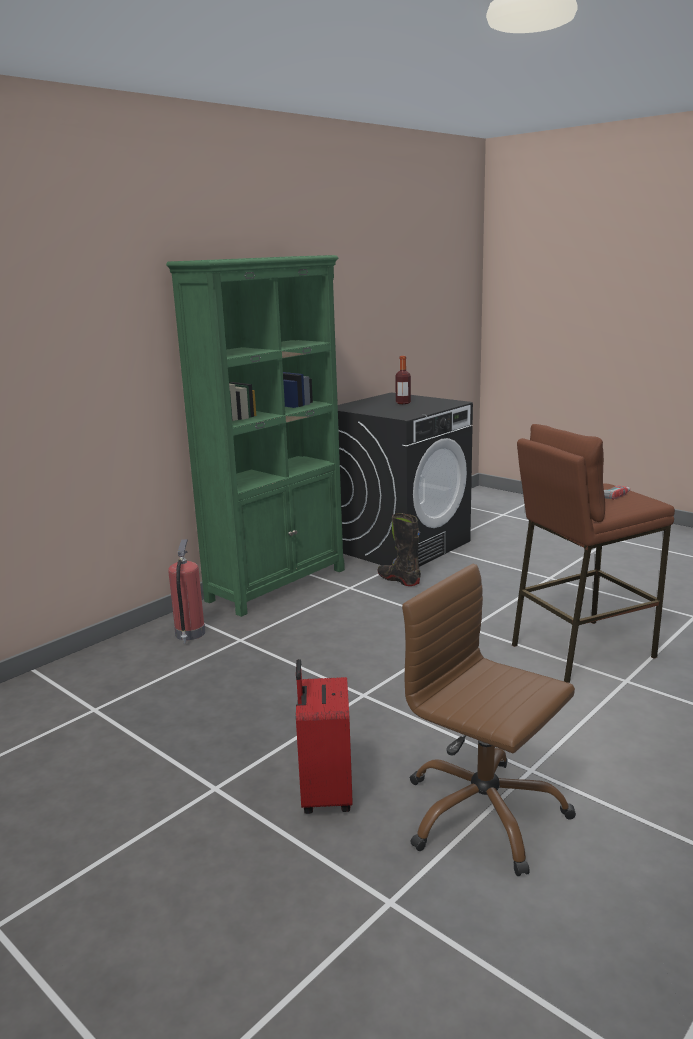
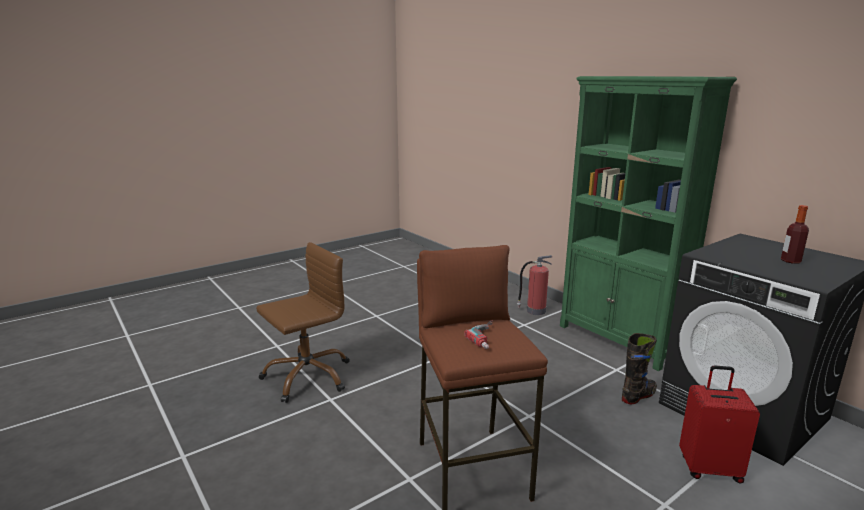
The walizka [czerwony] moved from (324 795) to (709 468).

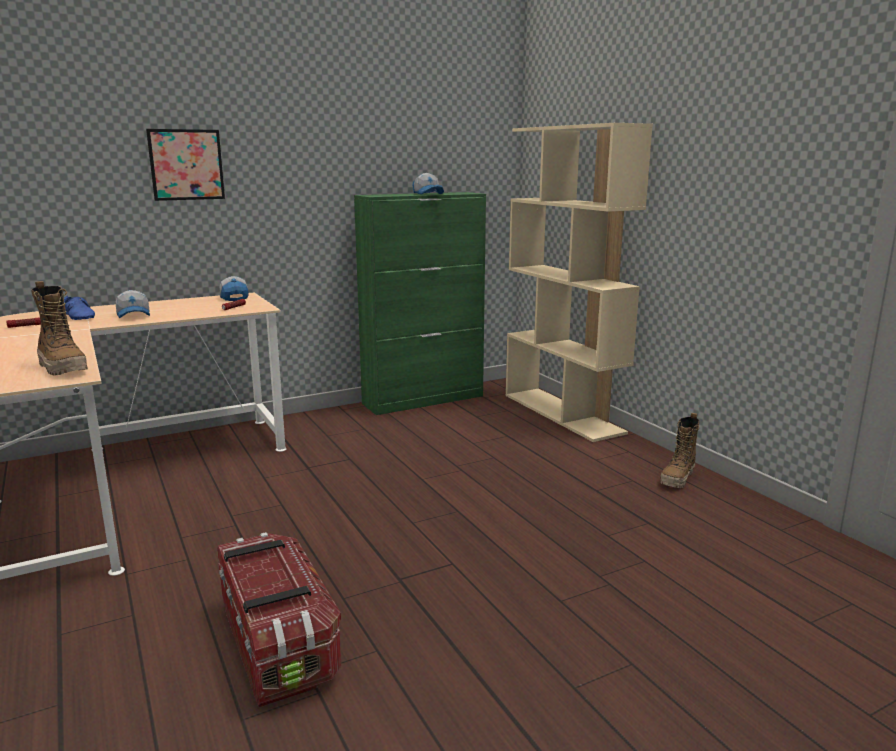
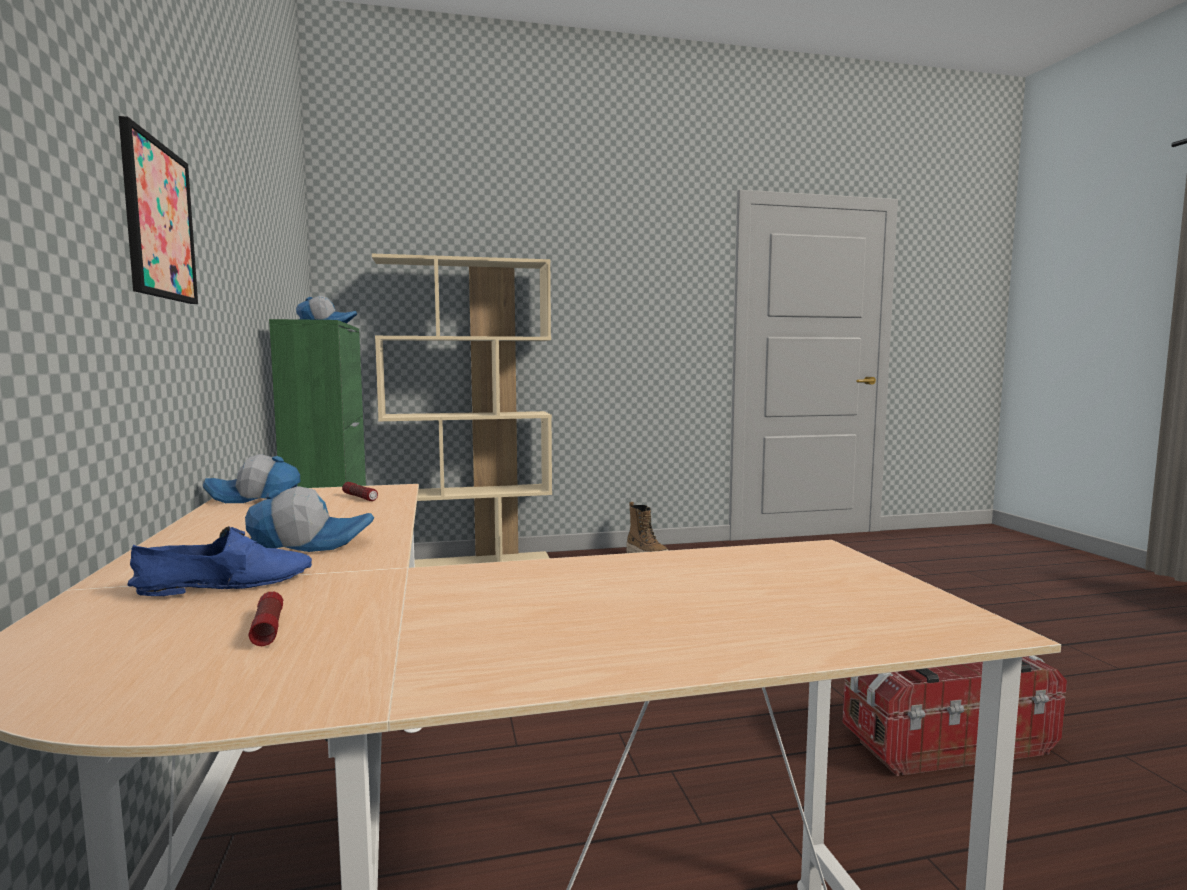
The but z cholewką at (63 368) disappeared.

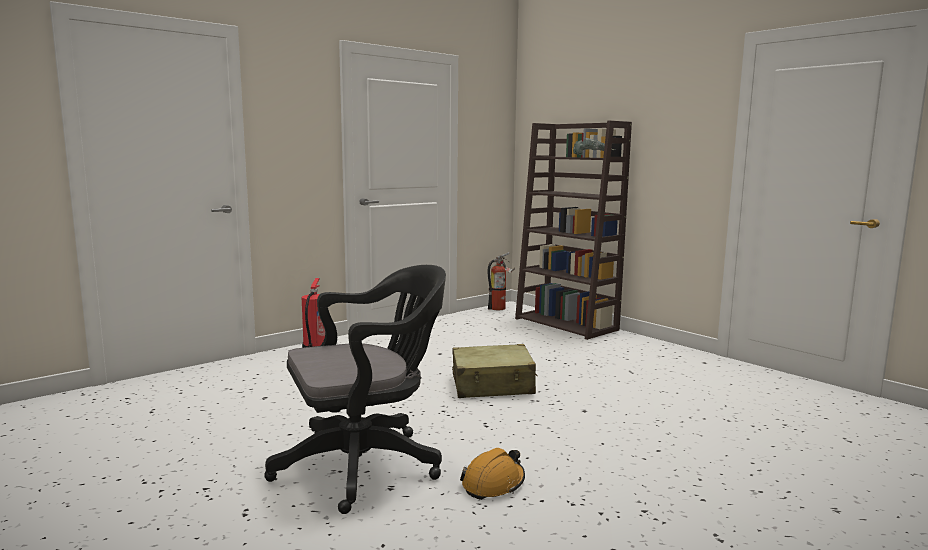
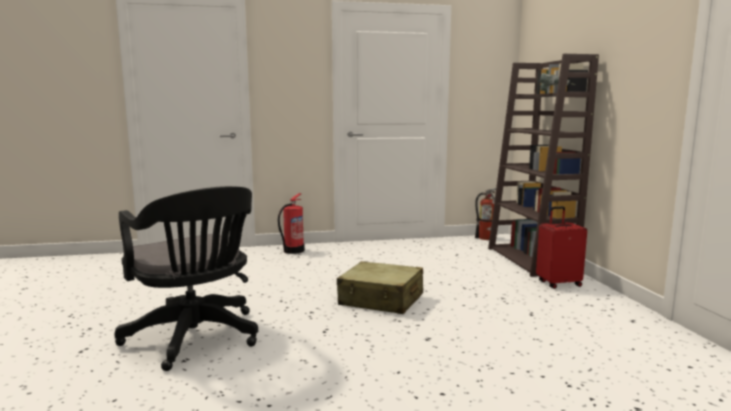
The krzesło biurowe [czarny] at (366 465) turned 45 degrees clockwise.
The kask [pomarańczowy] at (493 484) disappeared.
The walizka [czerwony] at (558 283) appeared.

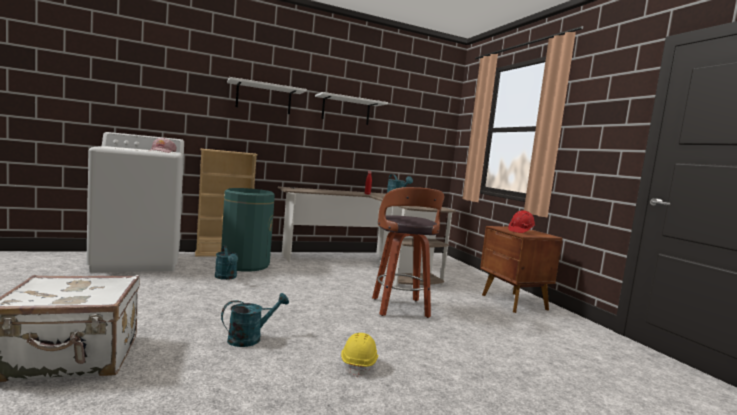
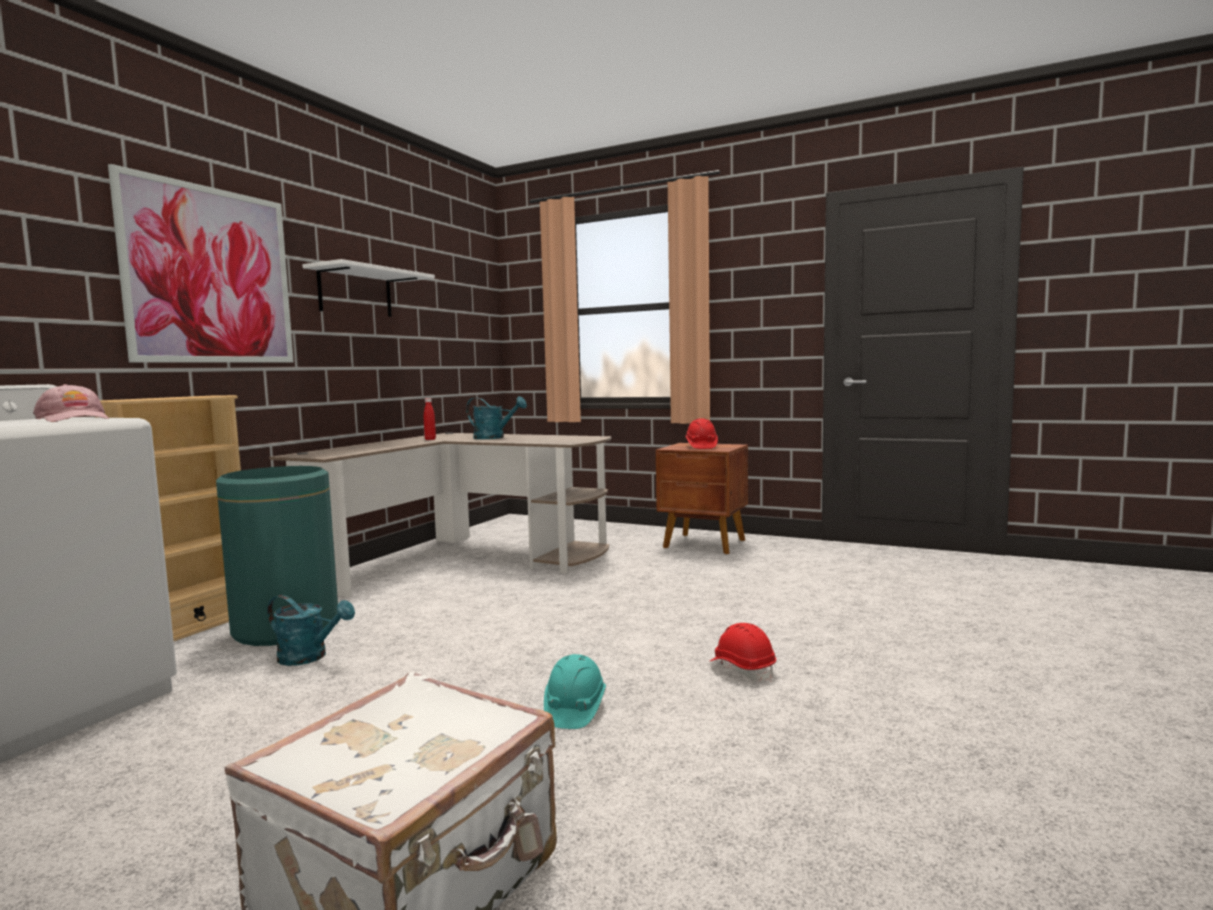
The półka [biały] at (264 98) was replaced by the obraz at (210 275).
The stołek at (400 308) disappeared.
The konewka [turkusowy] at (250 338) was replaced by the kask [turkusowy] at (574 709).
The kask [żółty] at (359 364) became the kask [czerwony] at (742 669).

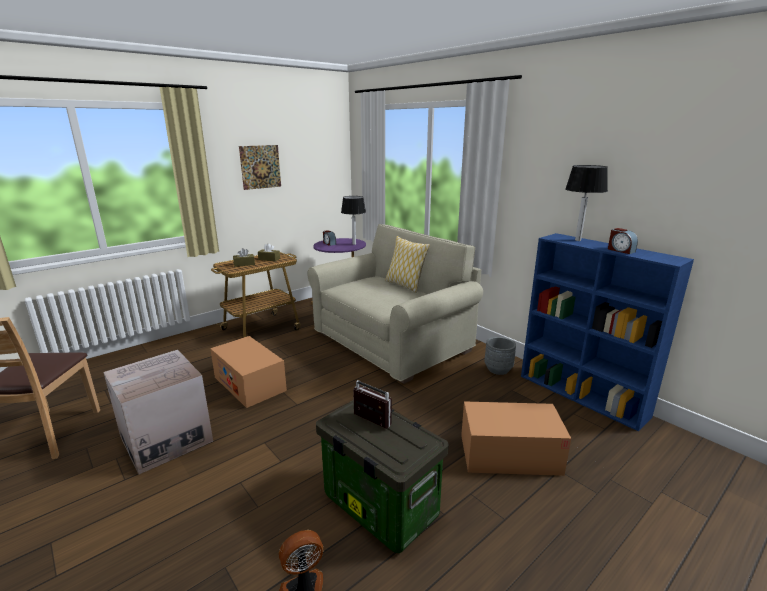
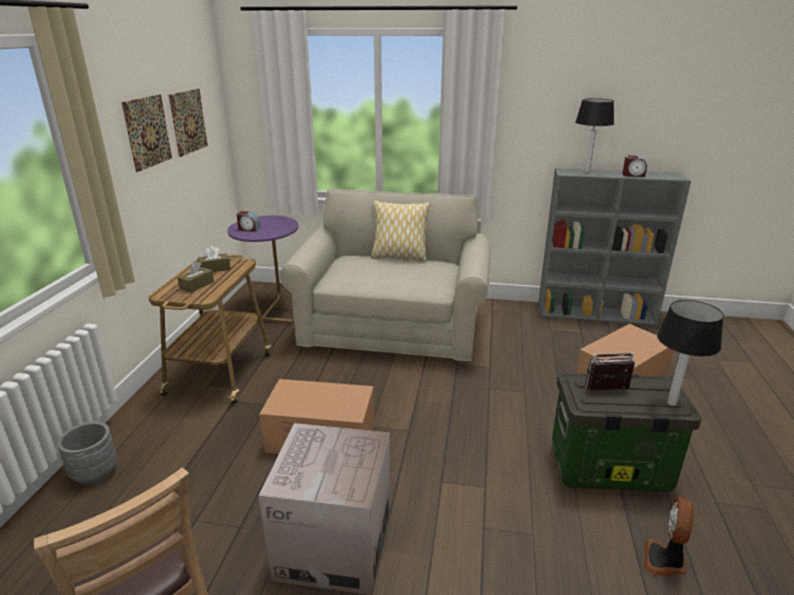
The lampa stołowa moved from (354 244) to (672 403).
The regał [niebieski] at (583 395) became the regał [szary] at (596 313).
The donica [szary] moved from (498 369) to (95 473).
The obraz at (188 122) appeared.

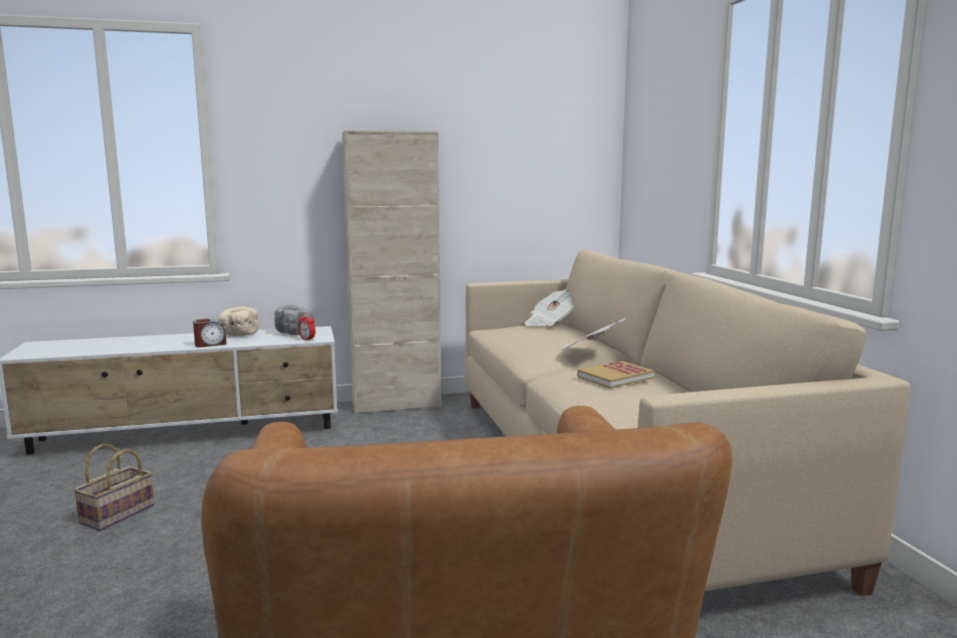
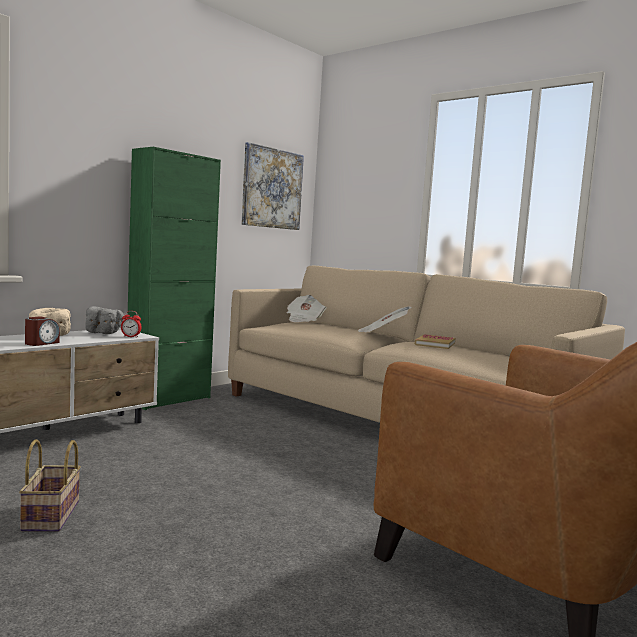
The szafka [beżowy] at (396 404) became the szafka [zielony] at (169 400).
The obraz at (272 188) appeared.

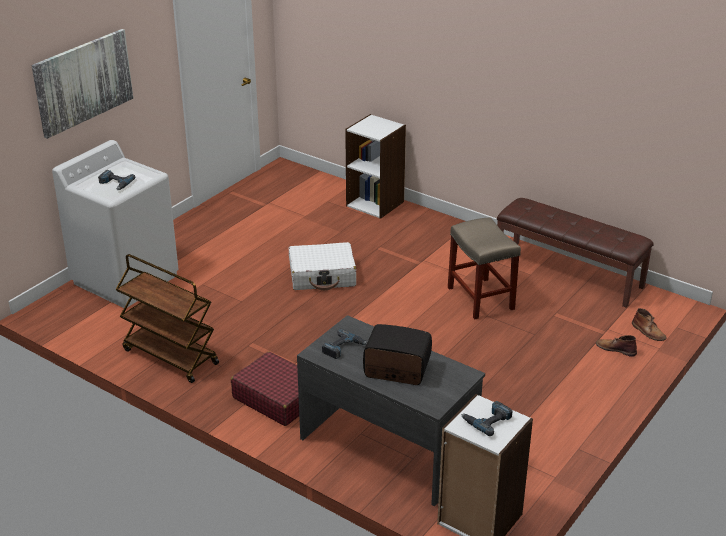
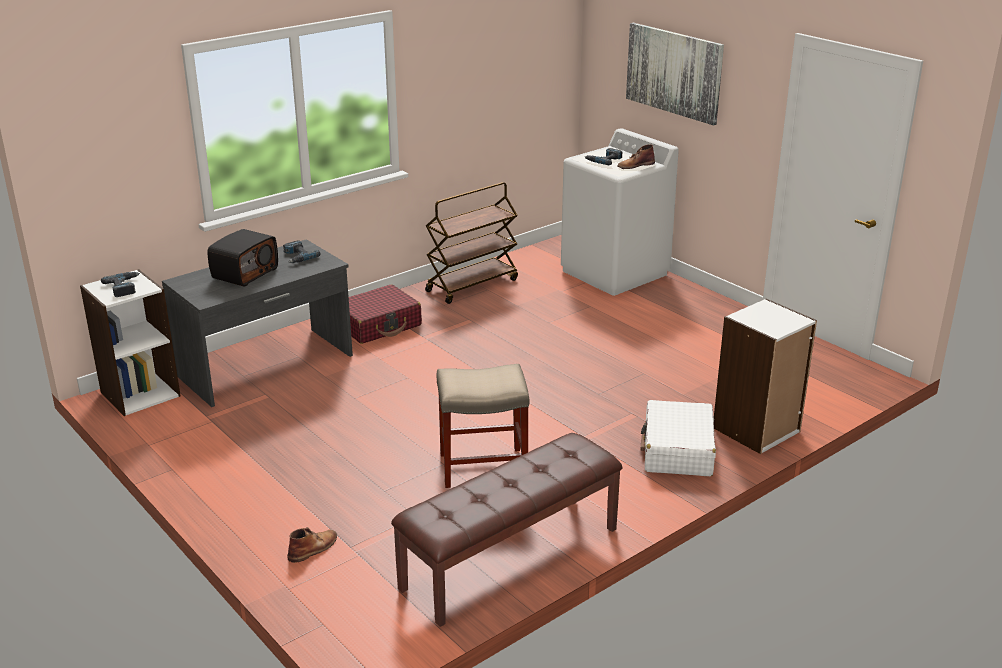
The walizka [biały] moved from (322 276) to (677 450).
The but z cholewką [brązowy] moved from (648 332) to (635 165).

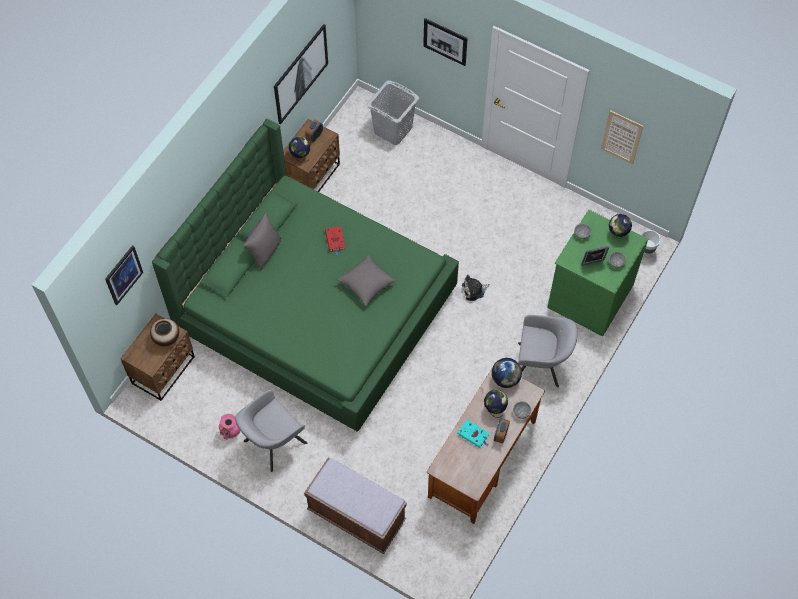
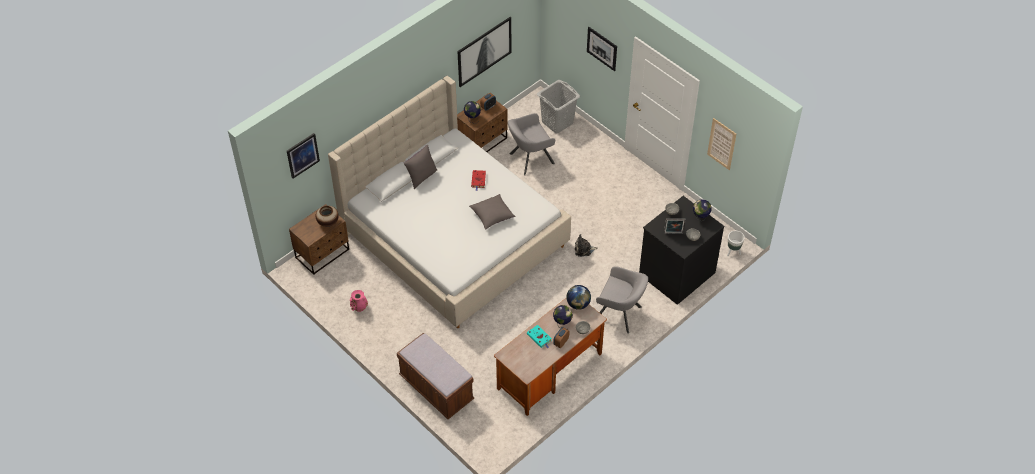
The łóżko [zielony] at (315 309) became the łóżko [beżowy] at (453 236).
The komoda [zielony] at (589 295) became the komoda [czarny] at (676 272).
The fotel [szary] moved from (273 444) to (530 159).

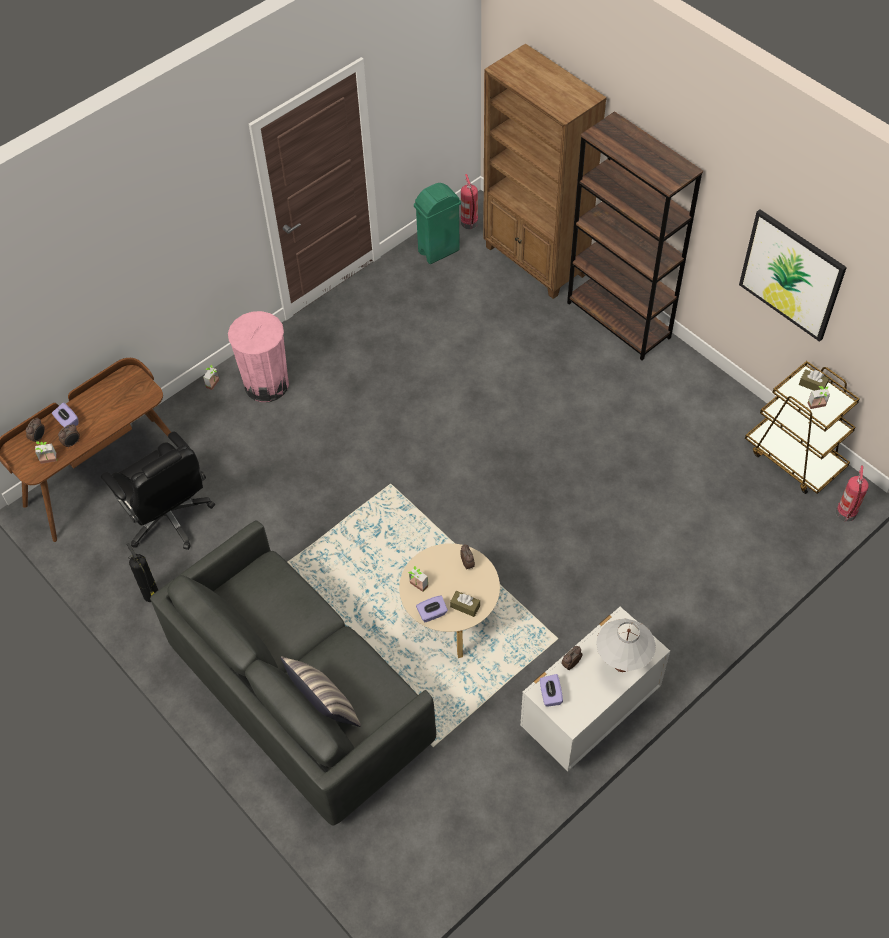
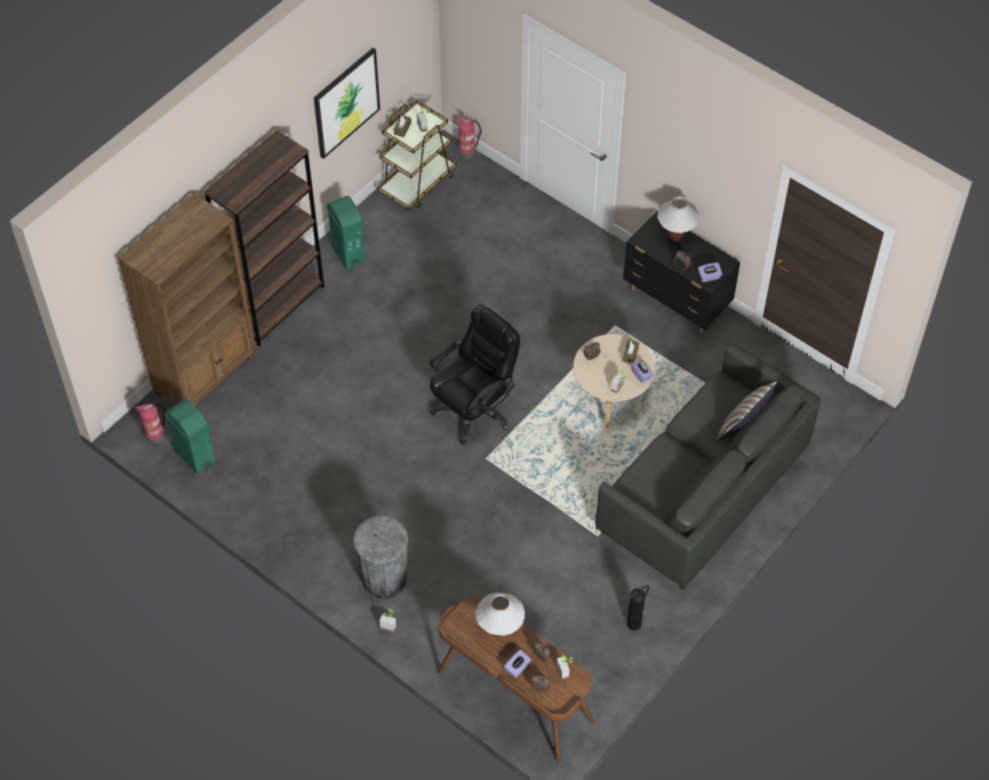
The kosz na śmieci [różowy] at (266 384) became the kosz na śmieci [szary] at (384 579).
The krzesło biurowe [czarny] moved from (169 518) to (474 409).
The komoda [biały] at (588 717) became the komoda [czarny] at (677 302).
The kosz na śmieci [zielony] at (348 254) appeared.
The lampa stołowa [biały] at (500 631) appeared.

